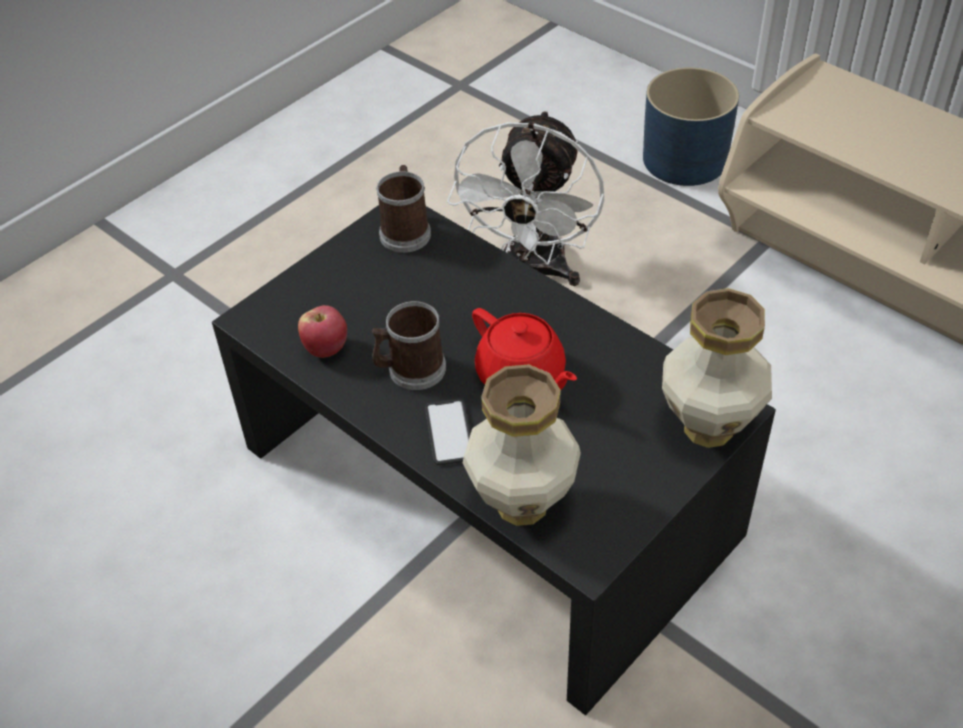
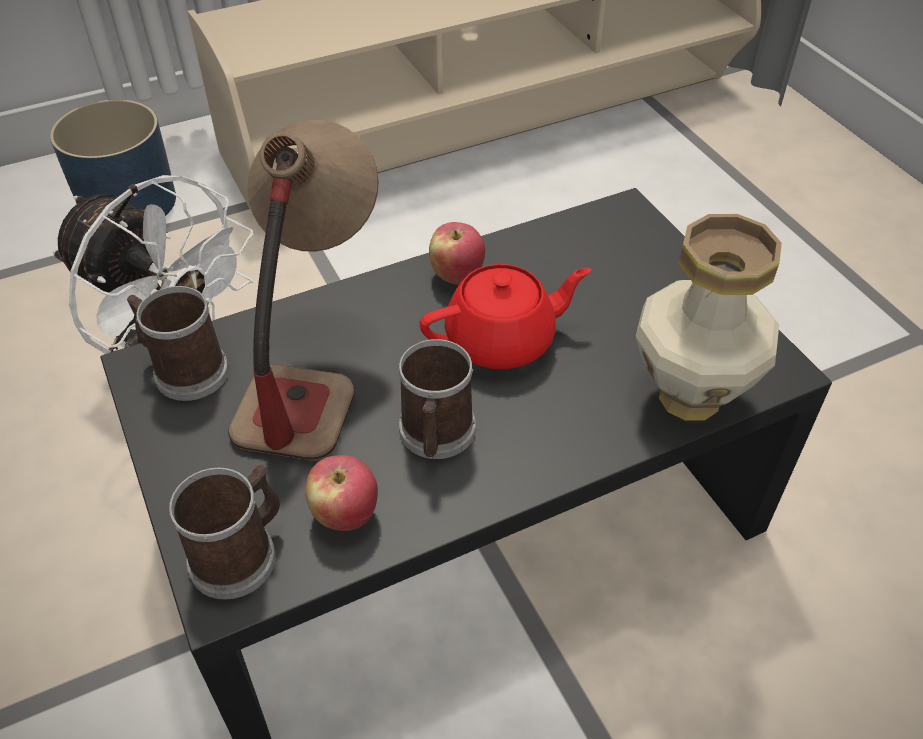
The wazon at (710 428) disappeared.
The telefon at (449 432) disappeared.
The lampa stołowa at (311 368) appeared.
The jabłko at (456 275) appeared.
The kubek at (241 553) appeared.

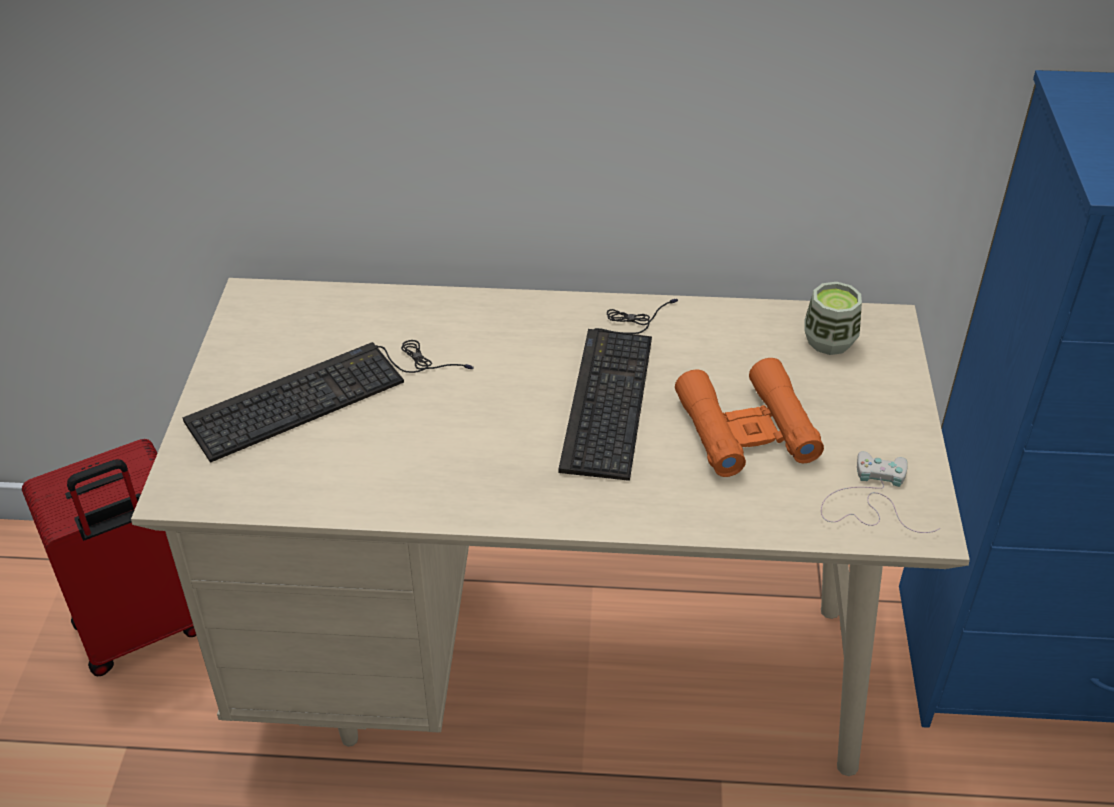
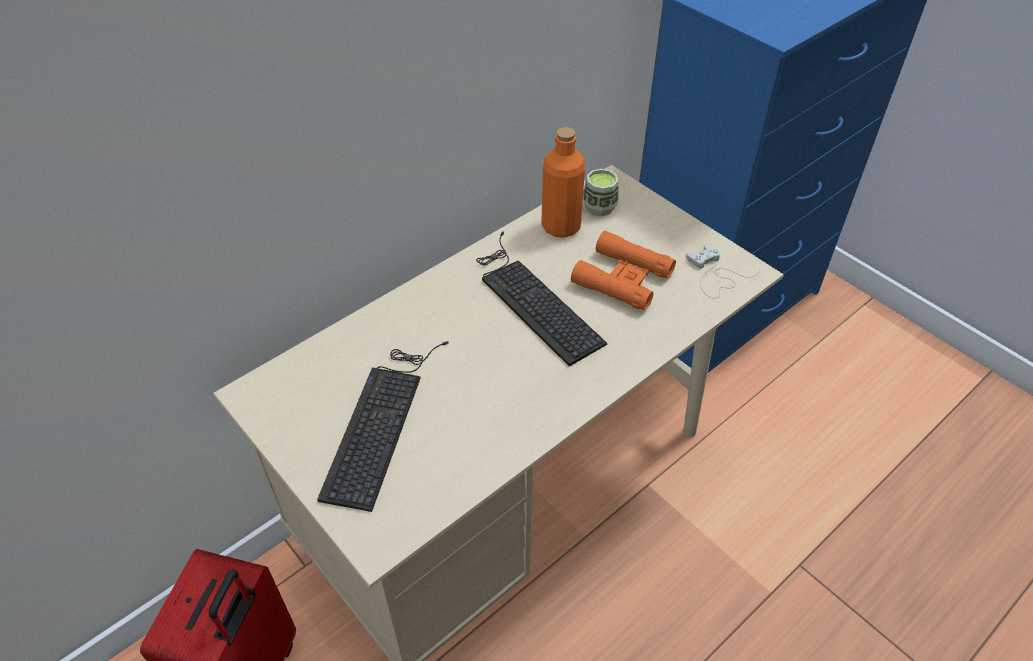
The butelka [pomarańczowy] at (561 226) appeared.

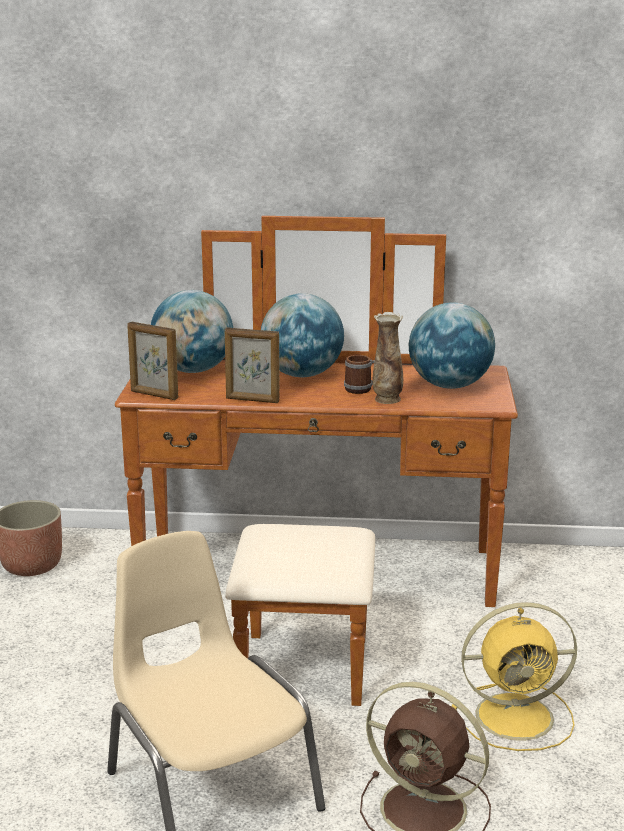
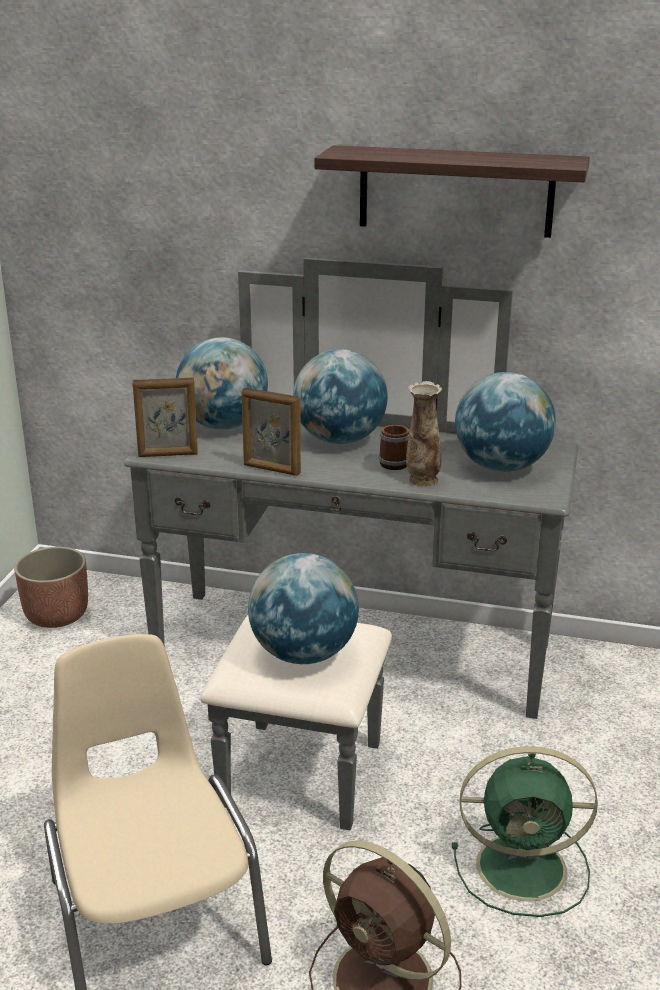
The komoda [brązowy] at (316 590) became the komoda [szary] at (343 676).
The ramka na zdjęcie at (154 395) turned 45 degrees counterclockwise.
The wentylator [żółty] at (518 716) became the wentylator [zielony] at (525 867).
The półka at (455 191) appeared.
The globus at (304 654) appeared.

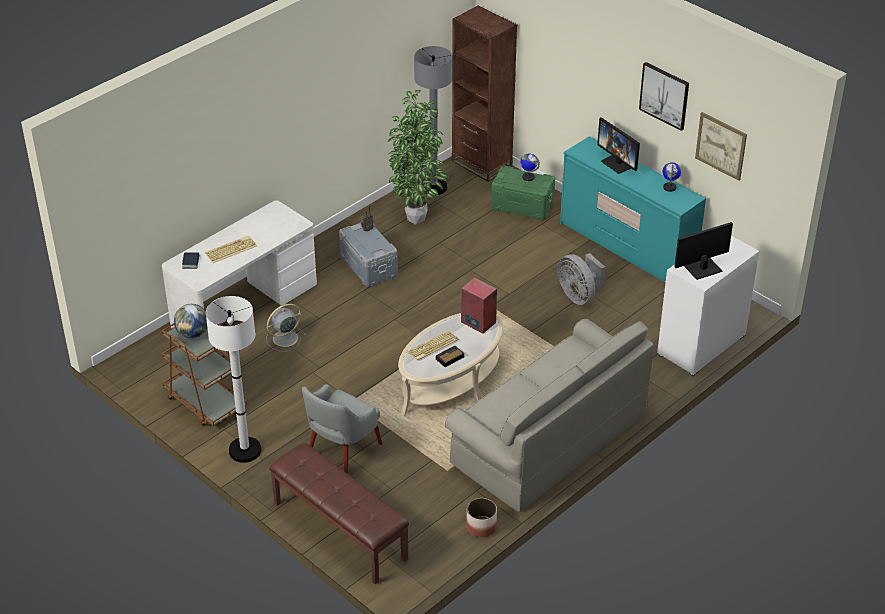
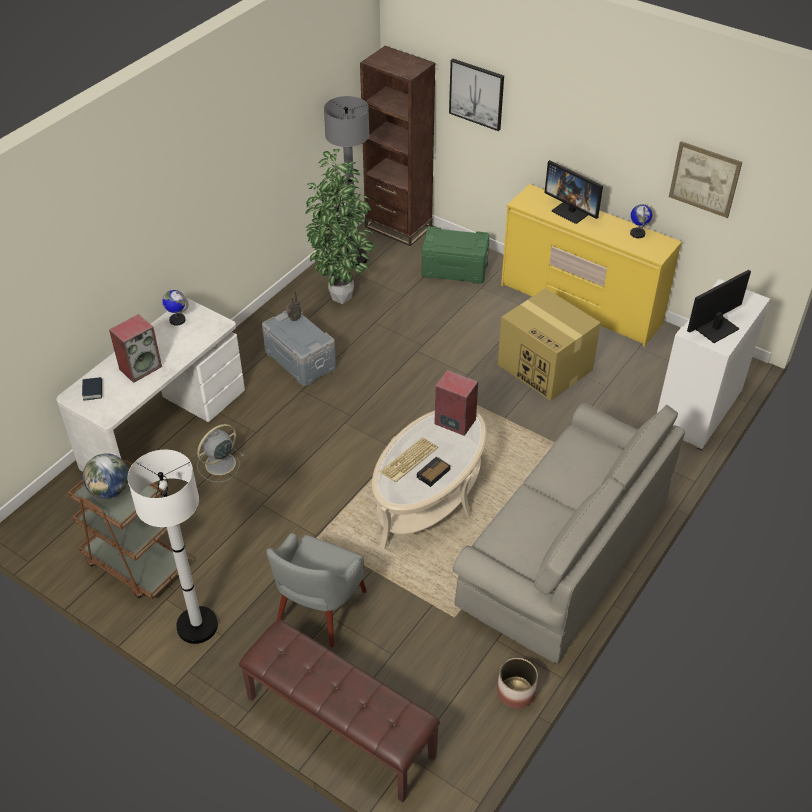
The obraz moved from (664 95) to (476 94).
The komoda [turkusowy] at (627 248) became the komoda [żółty] at (581 304).
The globus moved from (528 177) to (177 320).
The klawiatura at (231 249) was replaced by the głośnik at (141 367).
The wentylator [szary] at (579 296) was replaced by the karton at (546 367).

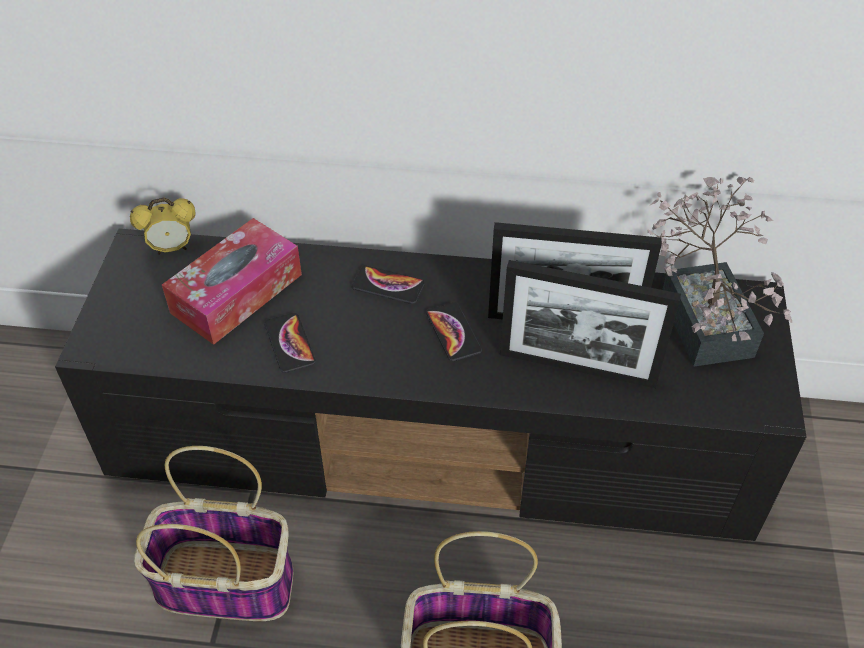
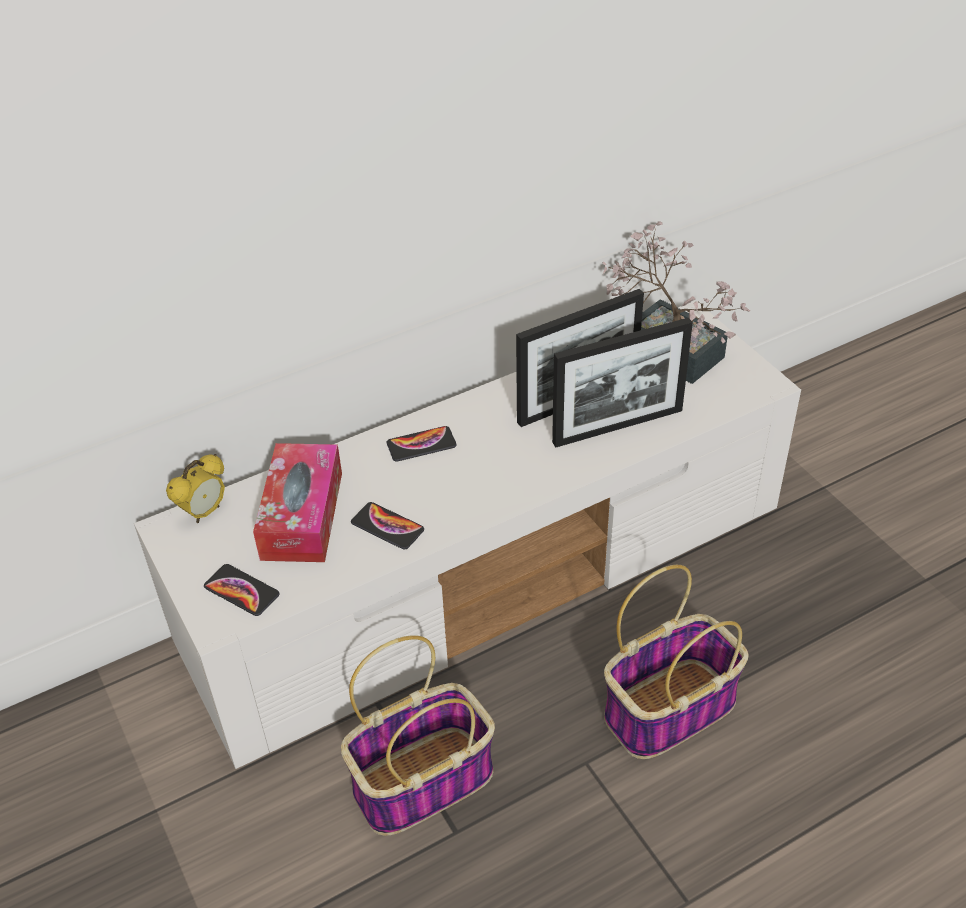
The szafka pod telewizor [czarny] at (436 439) became the szafka pod telewizor [biały] at (490 576).
The telefon moved from (453 332) to (241 591).

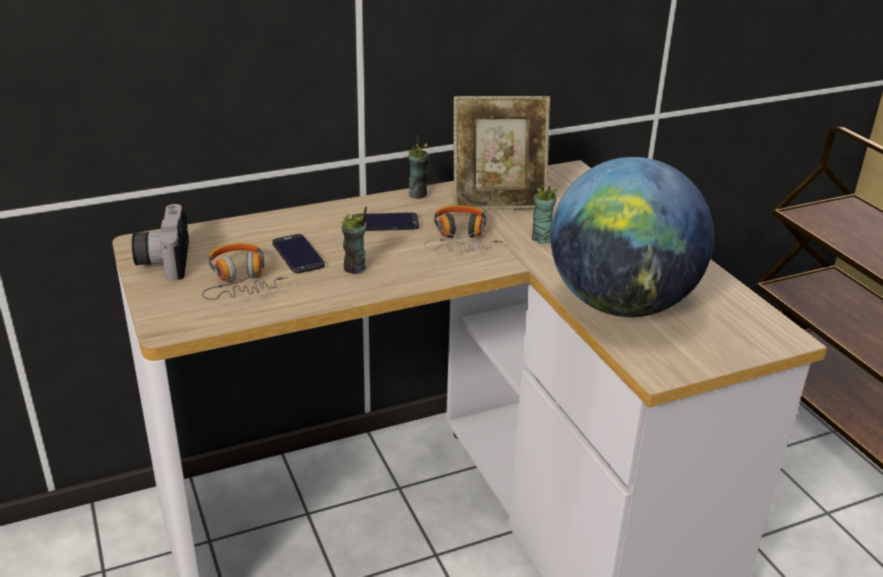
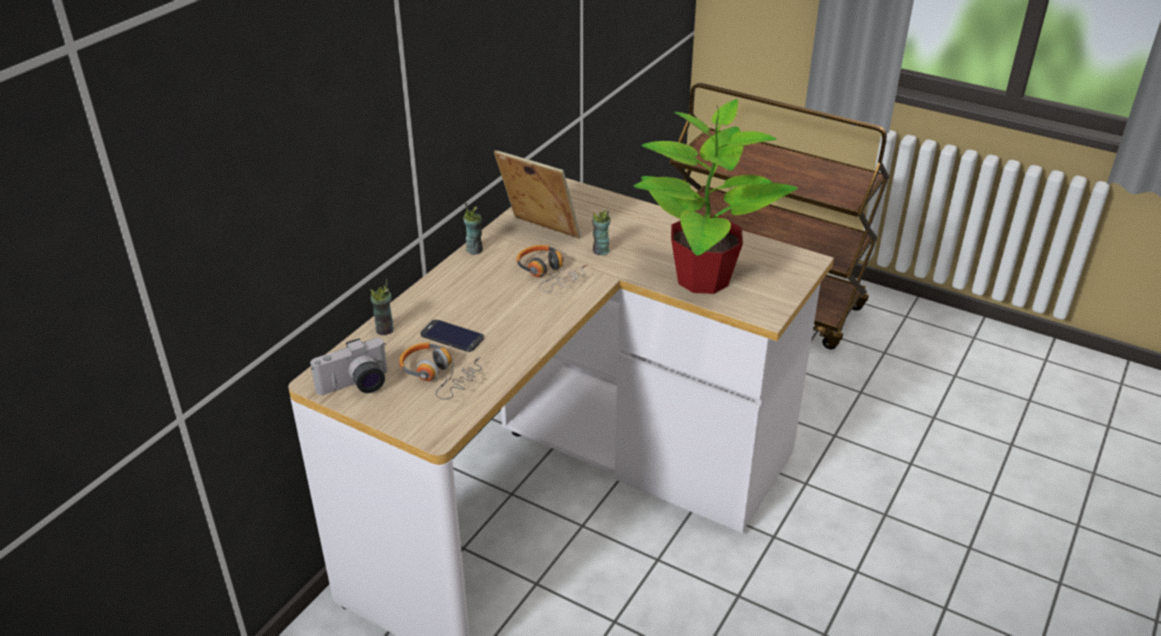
The ramka na zdjęcie at (498 202) turned 105 degrees counterclockwise.
The globus at (621 304) was replaced by the roślina doniczkowa at (701 279).
The aparat fotograficzny at (163 260) turned 75 degrees counterclockwise.
The filiżanka moved from (355 268) to (385 330).
The telefon at (385 223) disappeared.

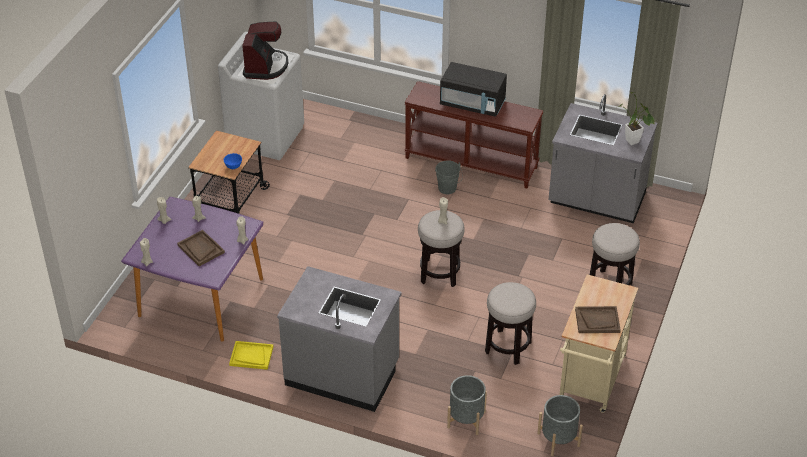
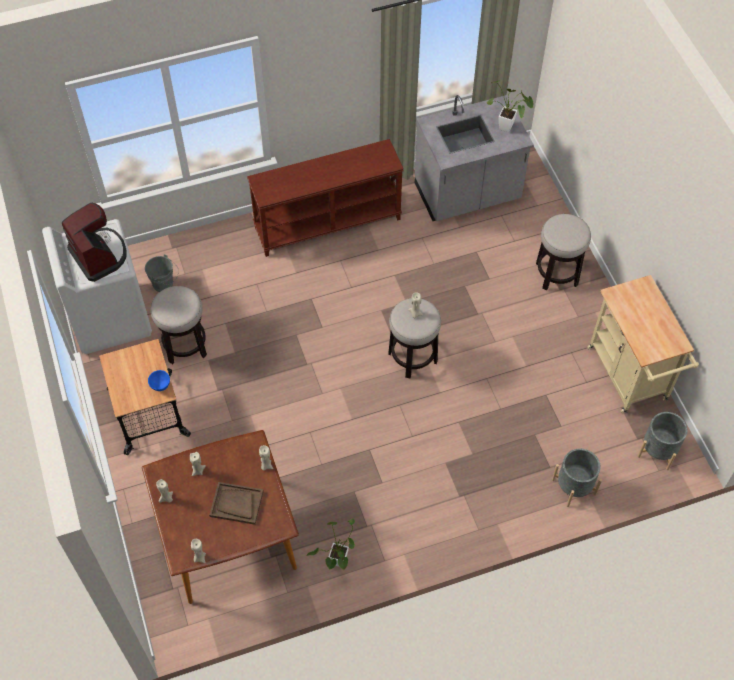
The mikrofalówka [czarny] at (472 104) disappeared.
The wiadro [szary] moved from (448 189) to (165 285).
The stół jadalny [fioletowy] at (200 297) became the stół jadalny [brązowy] at (227 538).
The zabudowa kuchenna [szary] at (342 373) disappeared.
The stołek moved from (508 347) to (185 345).
The taca [brązowy] at (597 321) disappeared.
The taca [żółty] at (251 356) was replaced by the roślina doniczkowa at (337 564).

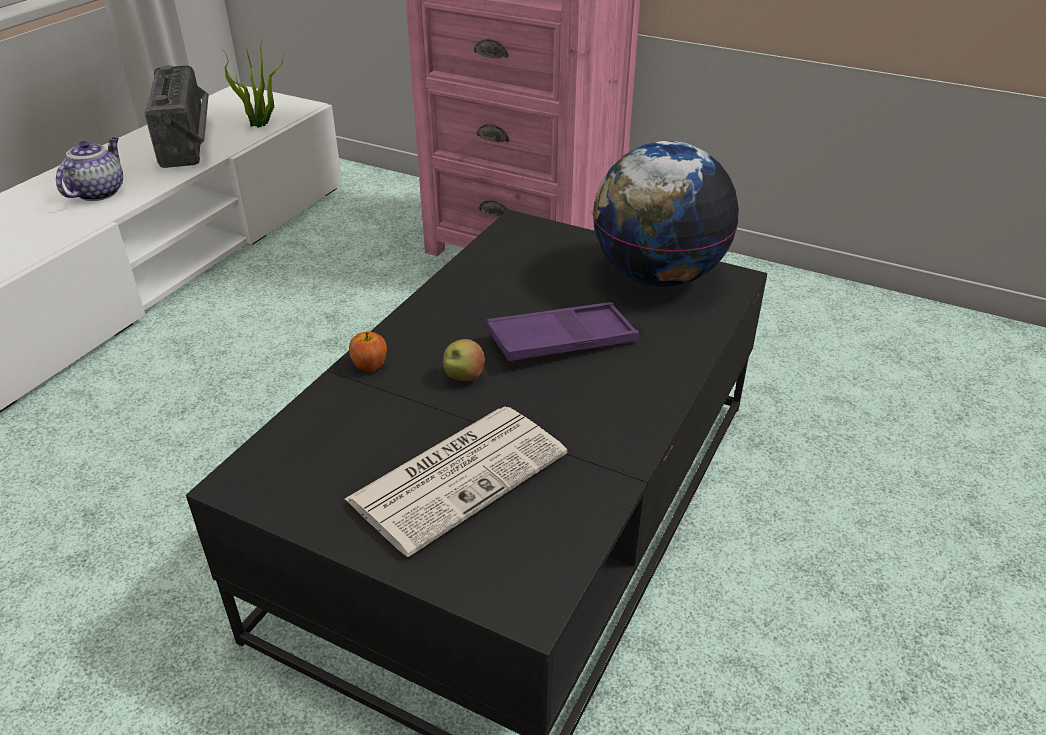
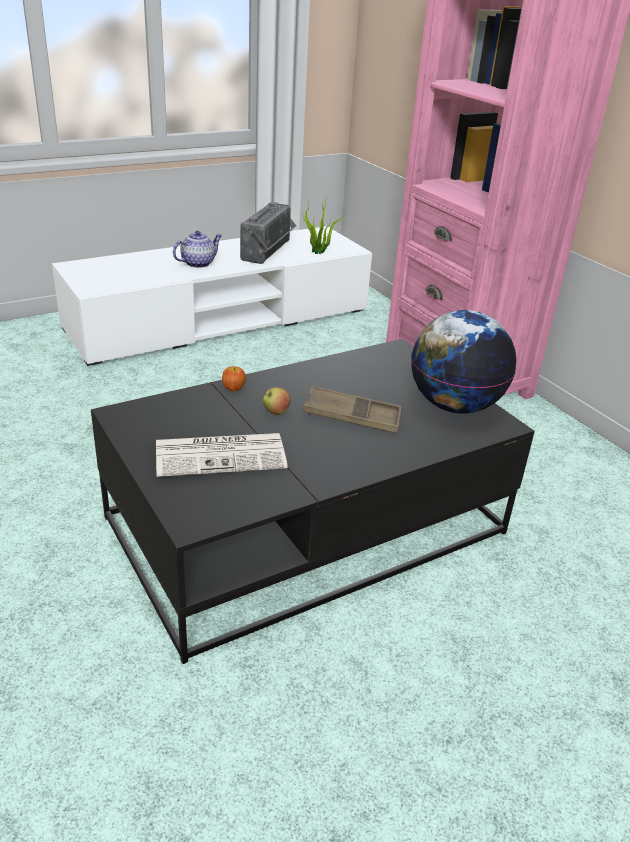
The taca [fioletowy] at (562 341) became the taca [brązowy] at (352 416).

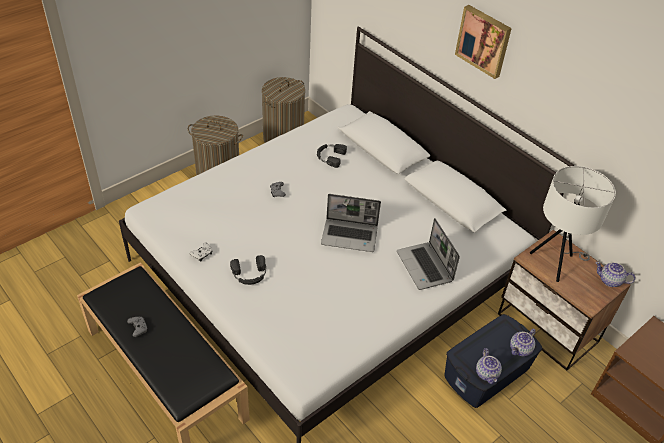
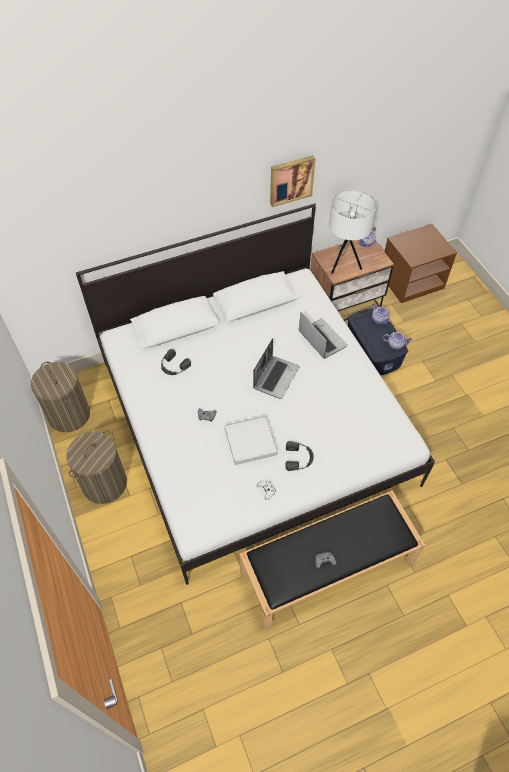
The obraz moved from (484 40) to (291 180).
The laptop at (425 267) turned 120 degrees counterclockwise.
The taca [biały] at (250 441) appeared.

